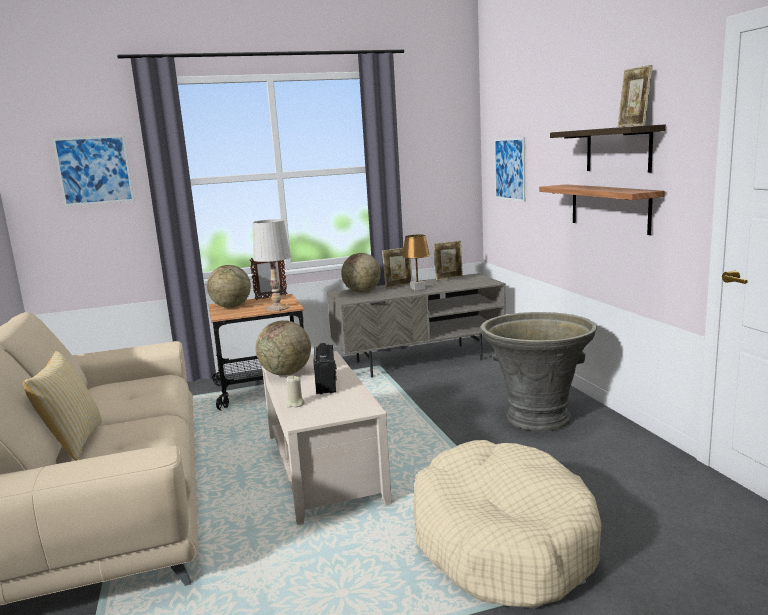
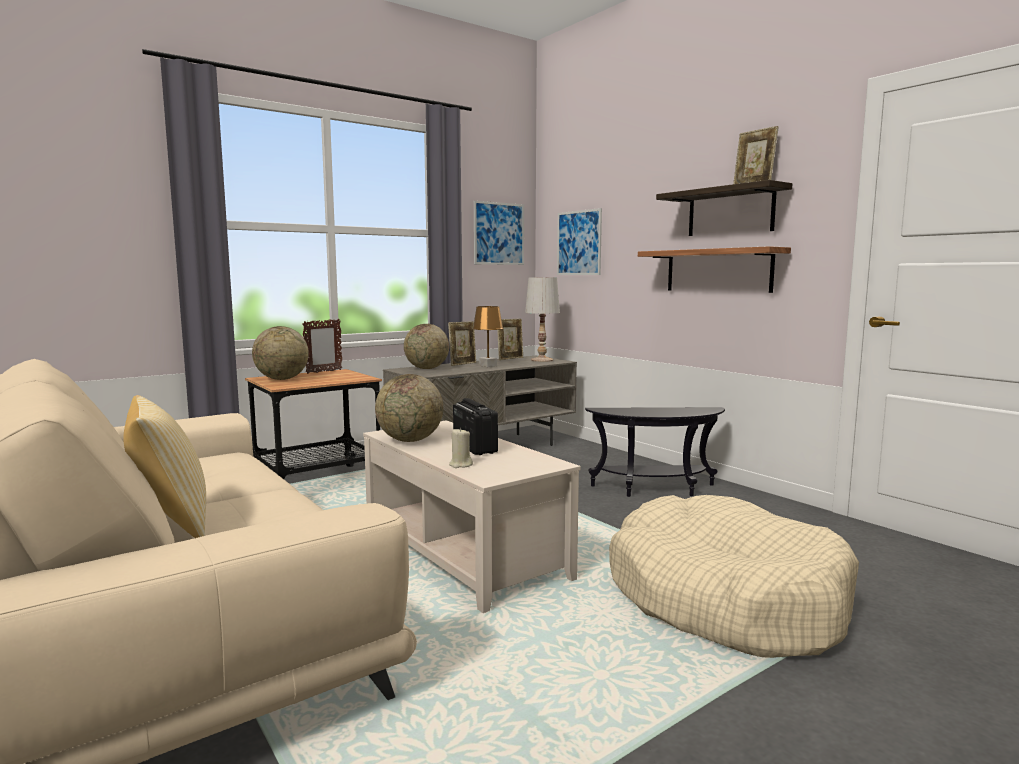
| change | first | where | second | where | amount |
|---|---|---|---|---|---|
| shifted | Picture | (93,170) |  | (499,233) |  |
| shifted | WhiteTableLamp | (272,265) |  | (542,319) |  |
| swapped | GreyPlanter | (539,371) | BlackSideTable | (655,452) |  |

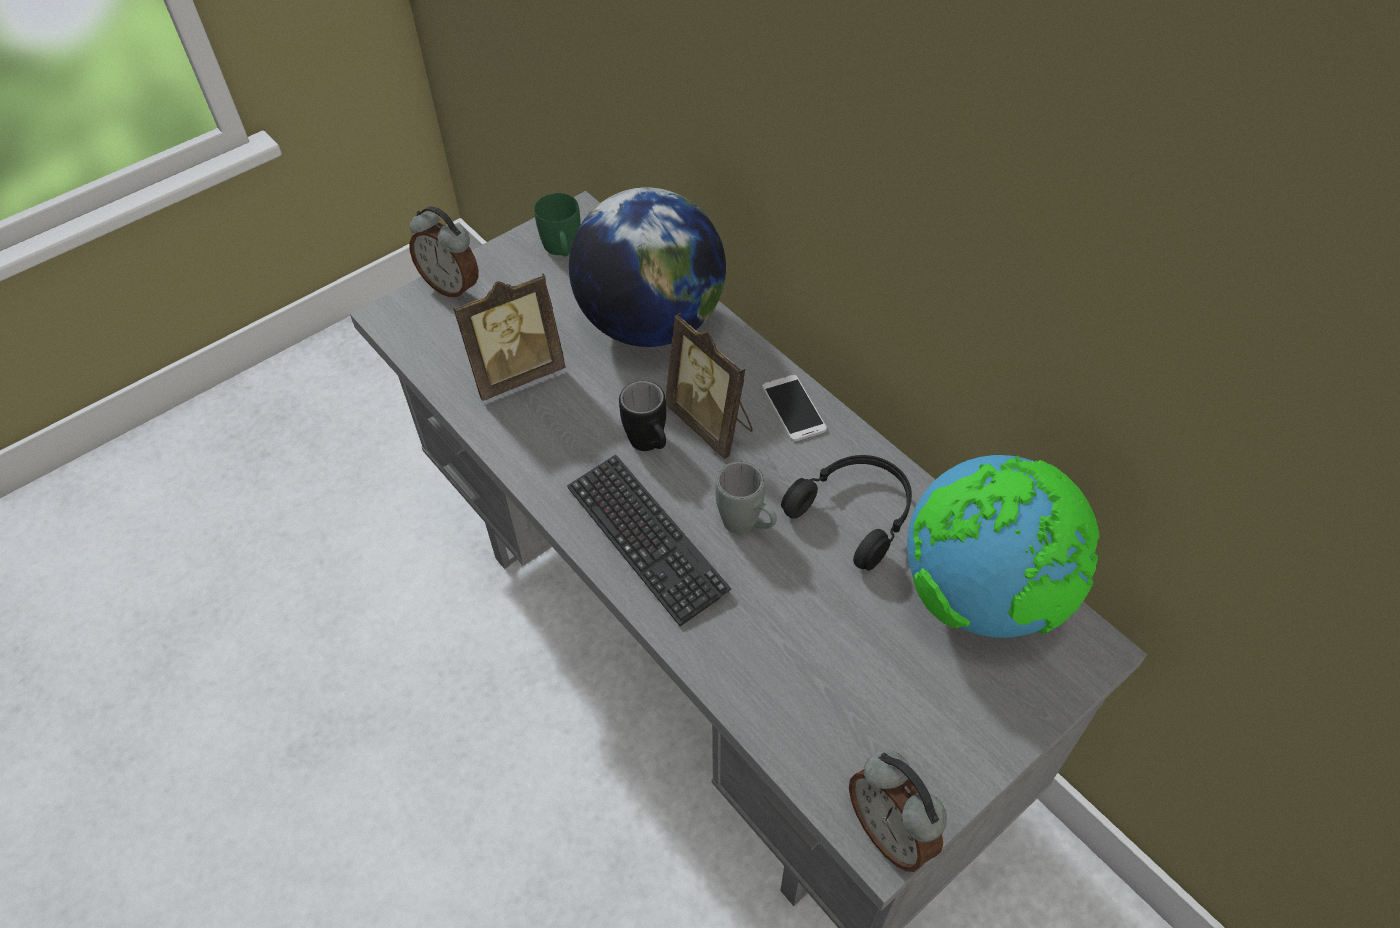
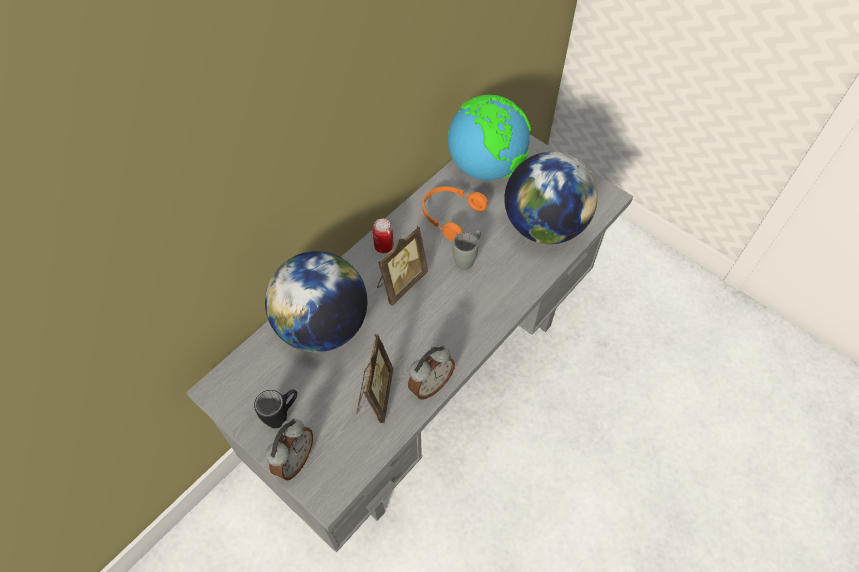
| change | first | where | second | where | amount |
|---|---|---|---|---|---|
| gone | GreenMug | (557,224) |  |  |  |
| gone | Keyboard | (649,540) |  |  |  |
| new |  |  | Globe | (551,198) |  |
| shifted | BlackMug | (642,416) |  | (275,408) |  |
| shifted | AlarmClock | (898,811) |  | (431,372) |  |
| swapped | Phone | (794,408) | Can | (383,236) |  |
| repainted | BlackHeadphones | (846,513) | OrangeHeadphones | (455,214) |  |
| rotated | PictureFrame | (509,337) |  | (374,378) | 45 degrees clockwise |

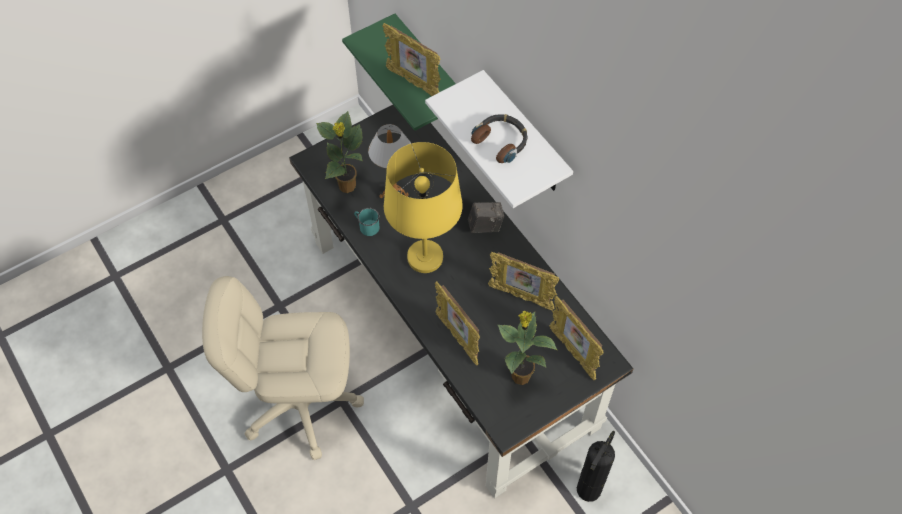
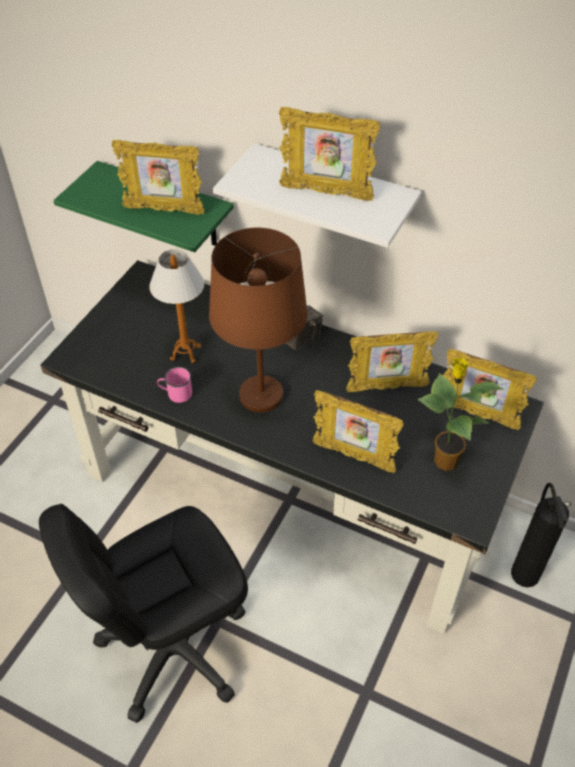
| change | first | where | second | where | amount |
|---|---|---|---|---|---|
| gone | PottedPlant | (339,152) |  |  |  |
| swapped | Headphones | (499,138) | PictureFrame | (329,154) |  |
| repainted | BeigeOfficeChair | (283,368) | BlackOfficeChair | (143,613) |  |
| repainted | TurquoiseMug | (366,222) | PinkMug | (174,385) |  |
| repainted | YellowTableLamp | (423,207) | BrownTableLamp | (258,320) |  |

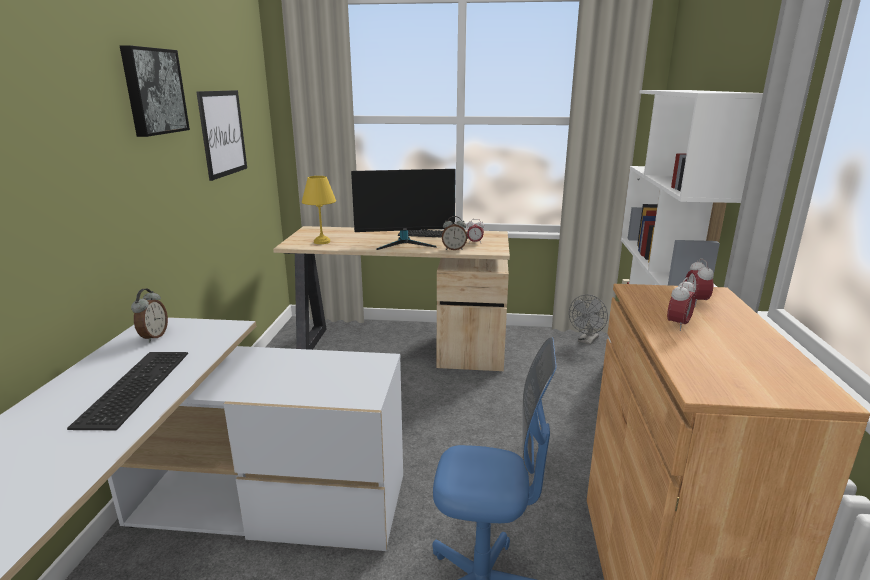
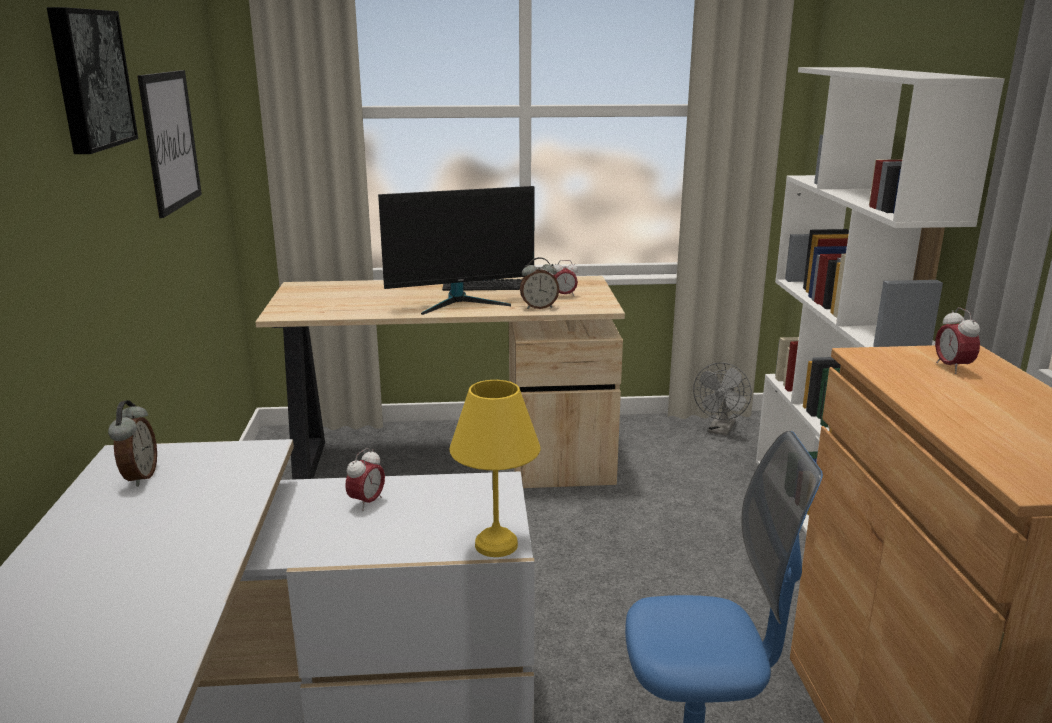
| change | first | where | second | where | amount |
|---|---|---|---|---|---|
| gone | Keyboard | (127,391) |  |  |  |
| shifted | YellowTableLamp | (319,210) |  | (495,468) |  |
| shifted | AlarmClock | (681,304) |  | (365,479) |  |

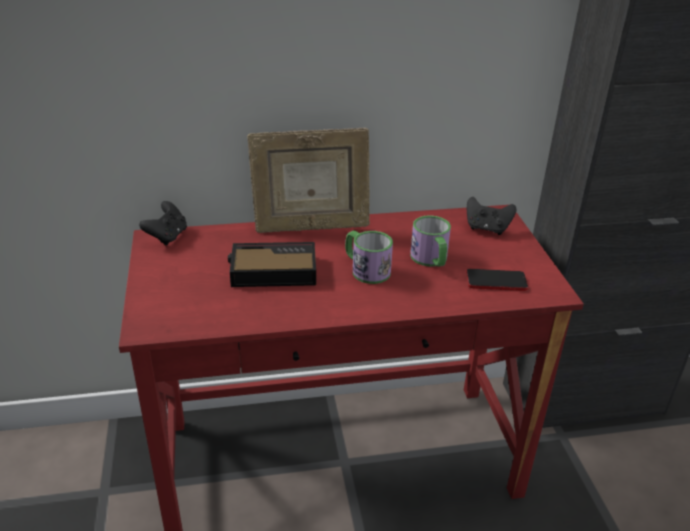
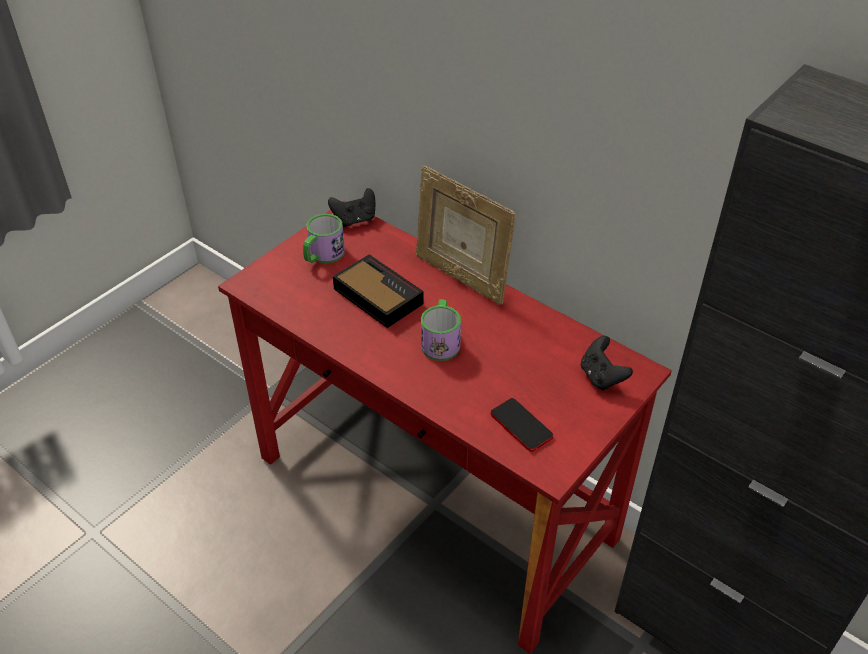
| change | first | where | second | where | amount |
|---|---|---|---|---|---|
| shifted | Mug | (430,241) |  | (324,238) |  |

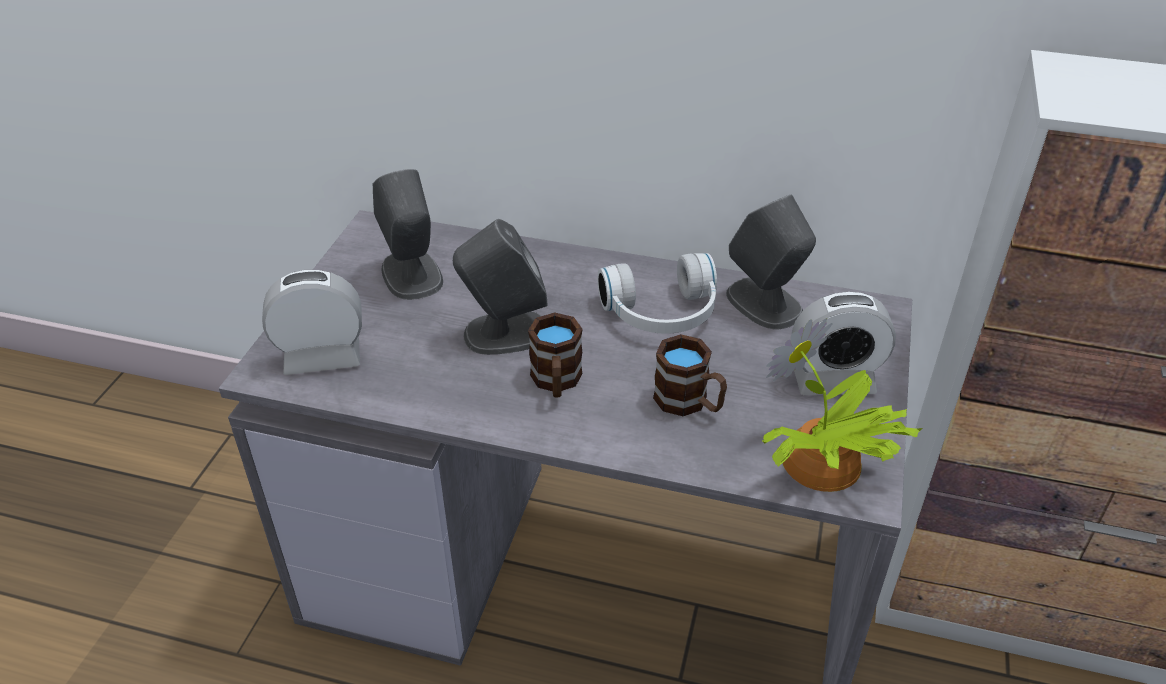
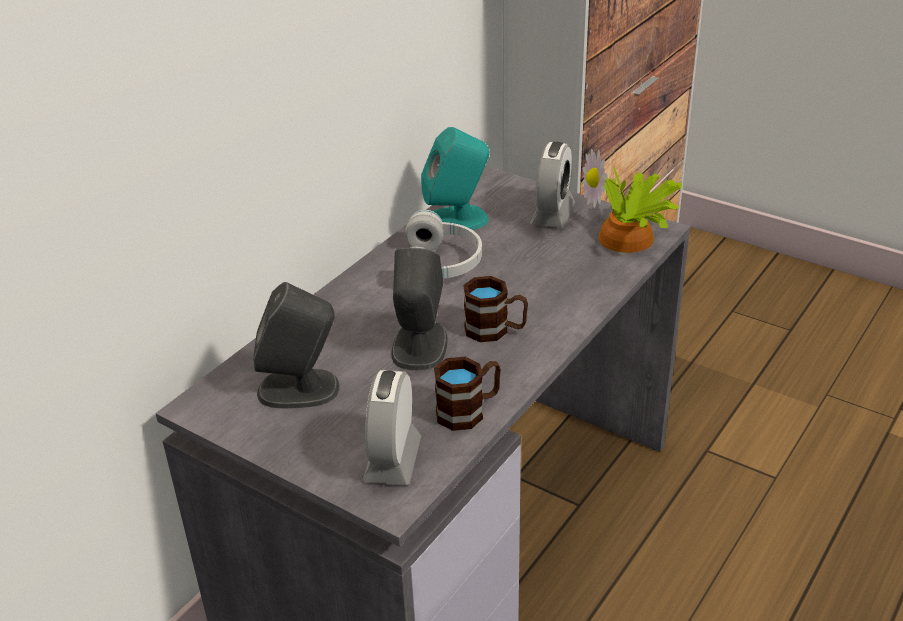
| change | first | where | second | where | amount |
|---|---|---|---|---|---|
| shifted | BrownMug | (690,375) |  | (467,394) |  |
| repainted | GreySpeaker | (771,261) | TurquoiseSpeaker | (455,178) |  |

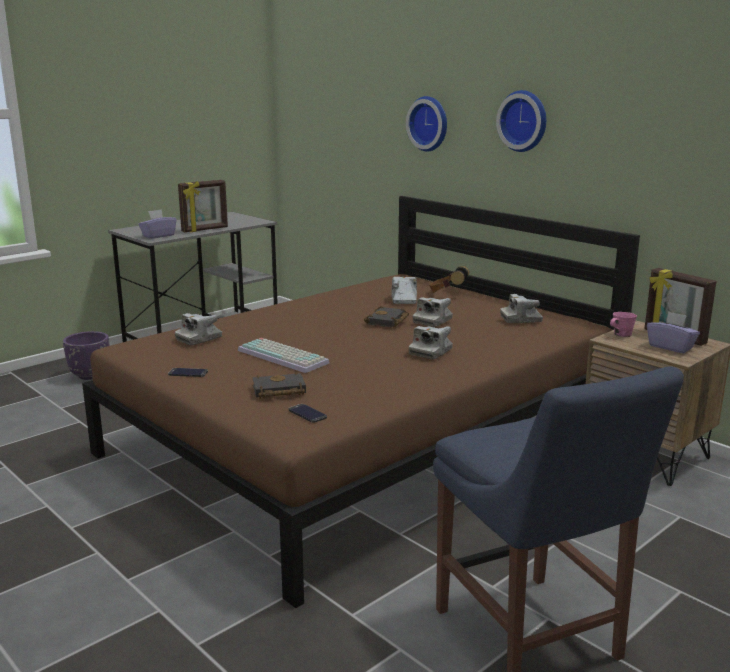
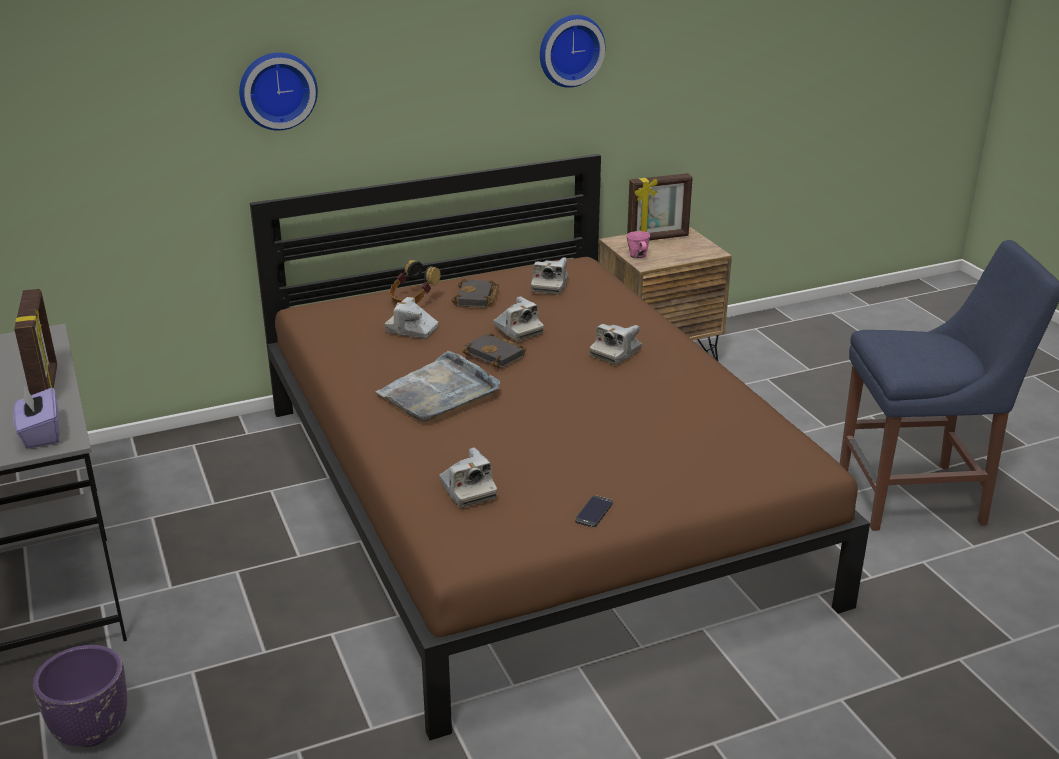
| change | first | where | second | where | amount |
|---|---|---|---|---|---|
| gone | Keyboard | (283,355) |  |  |  |
| gone | Phone | (308,413) |  |  |  |
| gone | PurpleTissueBox | (673,332) |  |  |  |
| new |  |  | GreyTray | (438,386) |  |
| shifted | BlackBook | (279,385) |  | (475,293) |  |
| shifted | WallClock | (521,121) |  | (572,51) |  |
| rotated | PhotoCamera | (431,343) |  | (616,344) | 75 degrees clockwise |

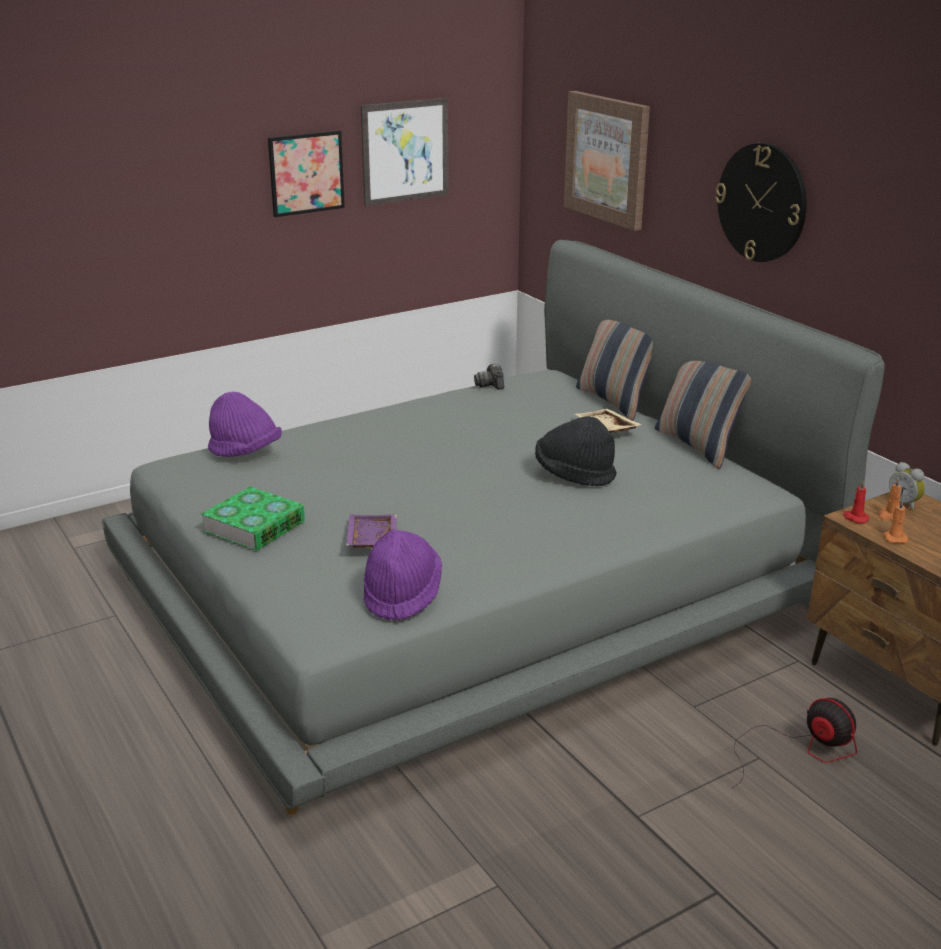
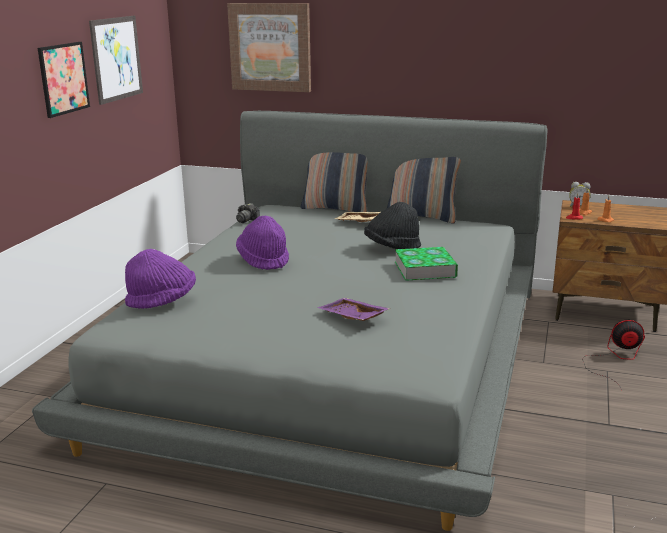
| change | first | where | second | where | amount |
|---|---|---|---|---|---|
| gone | WallClock | (761,202) |  |  |  |
| shifted | Book | (253,519) |  | (426,264) |  |
| shifted | PurpleHat | (403,575) |  | (262,243) |  |

